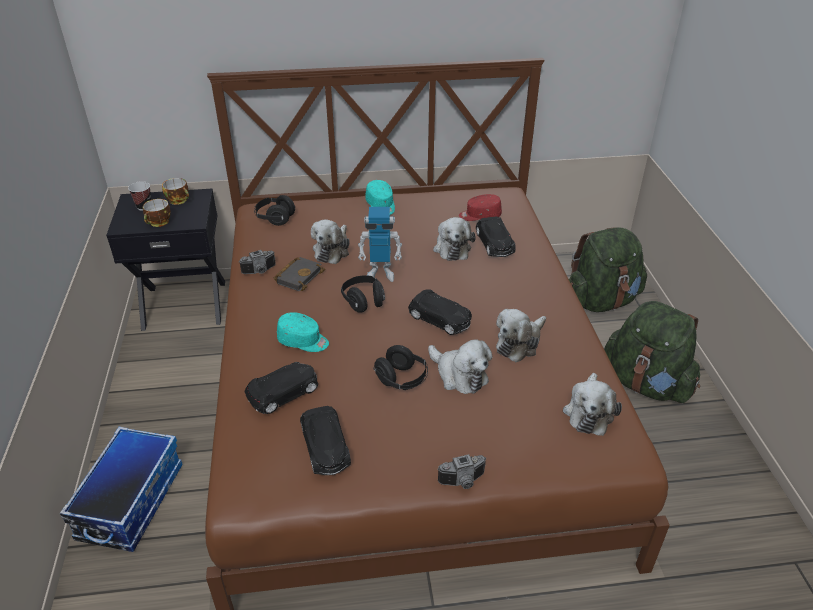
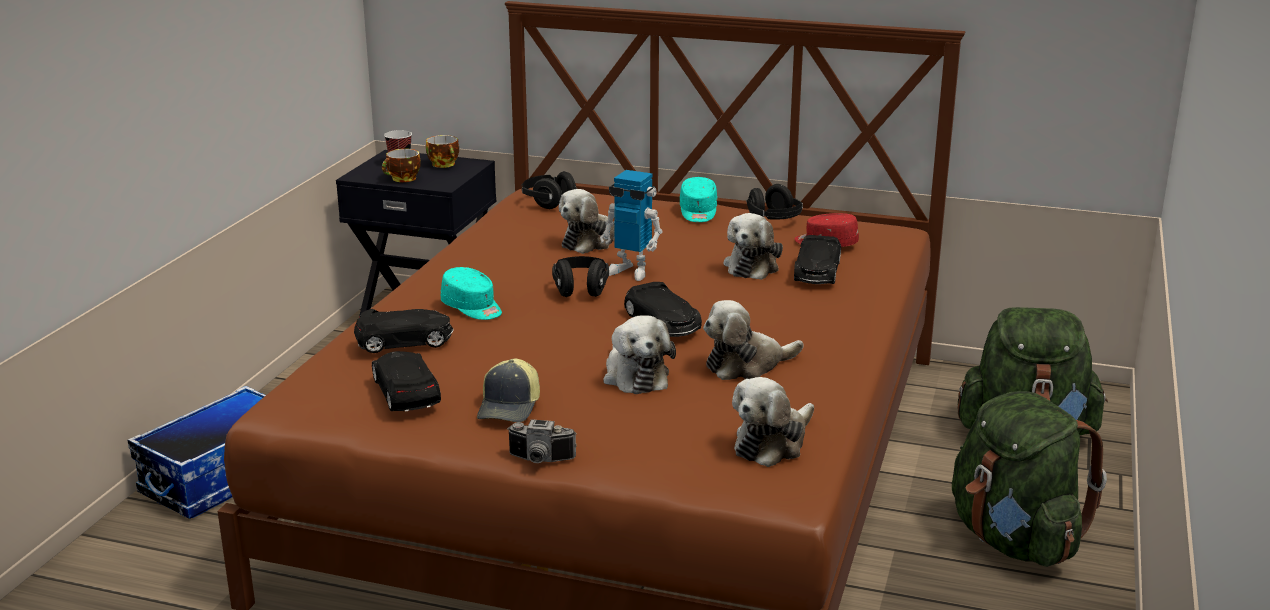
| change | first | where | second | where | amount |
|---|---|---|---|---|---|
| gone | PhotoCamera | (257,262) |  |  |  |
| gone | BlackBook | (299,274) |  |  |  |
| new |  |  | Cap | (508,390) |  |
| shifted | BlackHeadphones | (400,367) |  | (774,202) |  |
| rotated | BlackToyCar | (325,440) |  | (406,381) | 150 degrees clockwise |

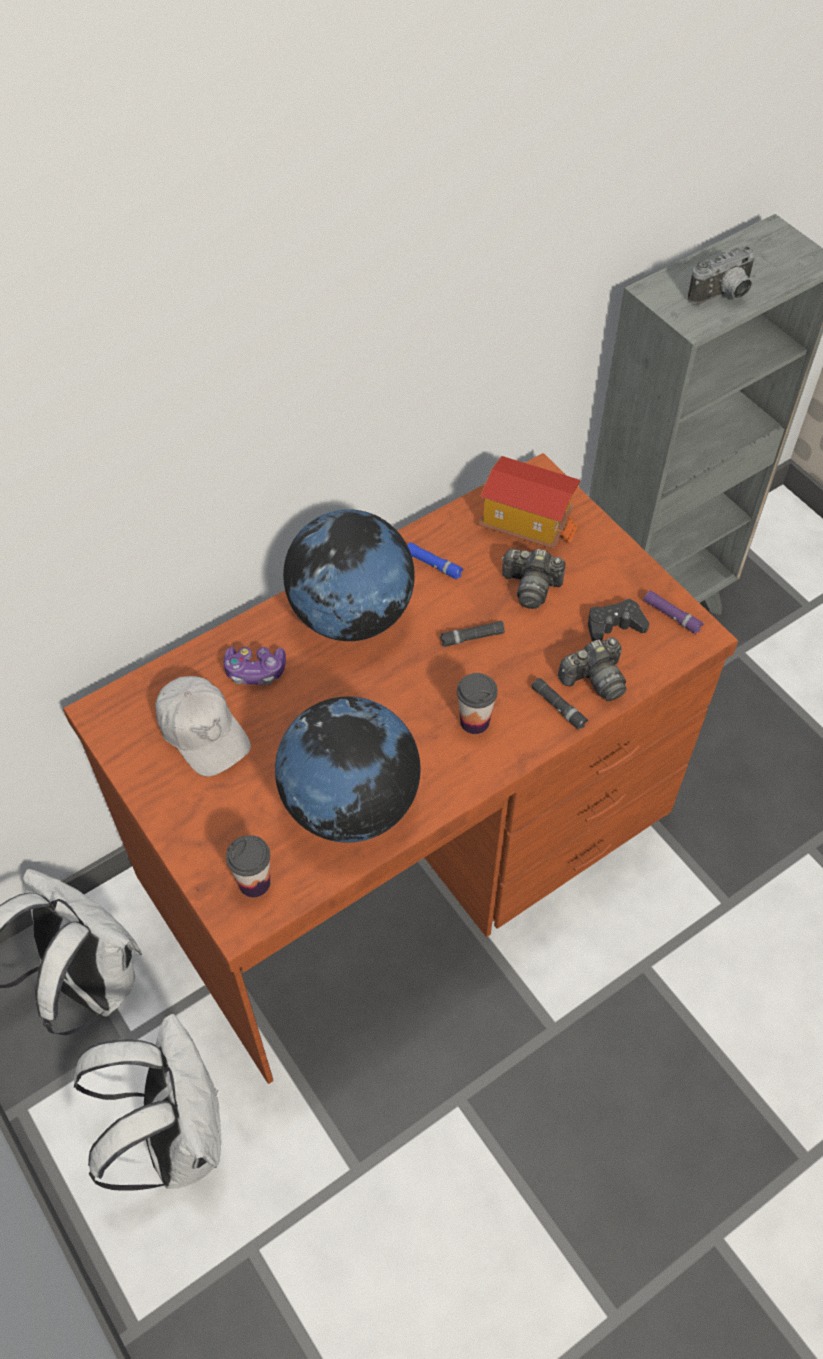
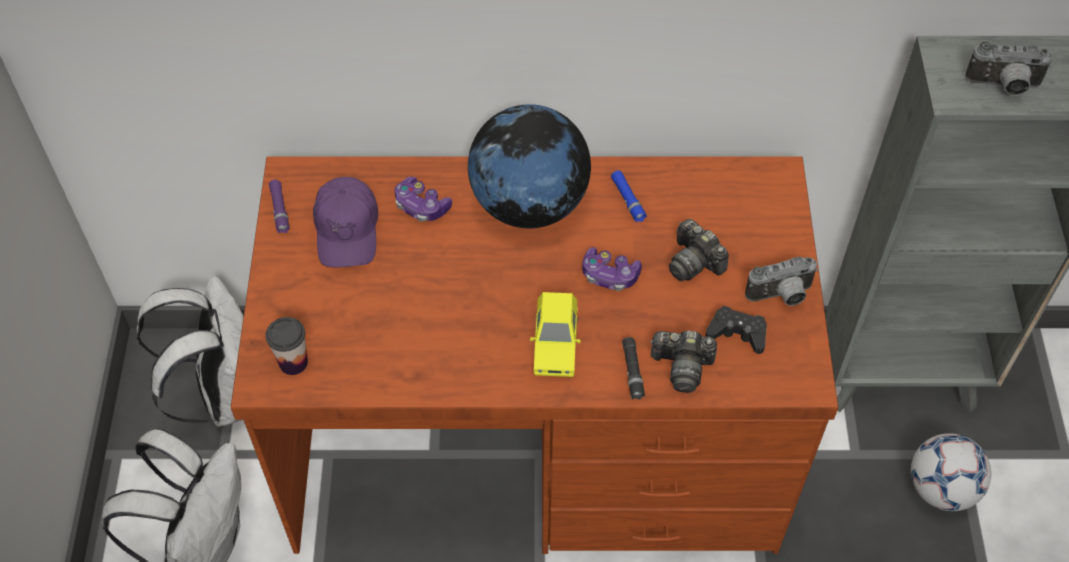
| change | first | where | second | where | amount |
|---|---|---|---|---|---|
| gone | Globe | (347,770) |  |  |  |
| gone | ToyHouse | (529,502) |  |  |  |
| new |  |  | PhotoCamera | (781,281) |  |
| new |  |  | Football | (951,472) |  |
| shifted | PurpleFlashlight | (673,612) |  | (279,206) |  |
| swapped | BlackFlashlight | (472,634) | GameController | (612,269) |  |
| swapped | Cup | (477,703) | YellowToyCar | (555,334) |  |
| repainted | WhiteCap | (203,726) | PurpleCap | (345,222) |  |

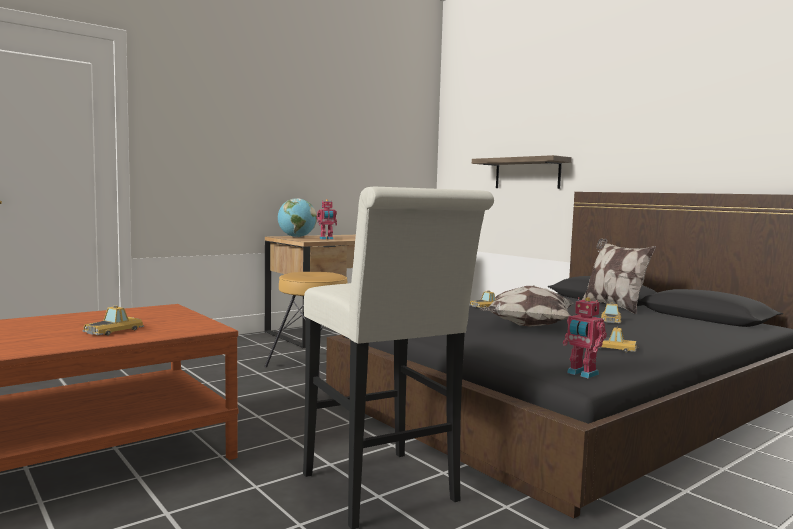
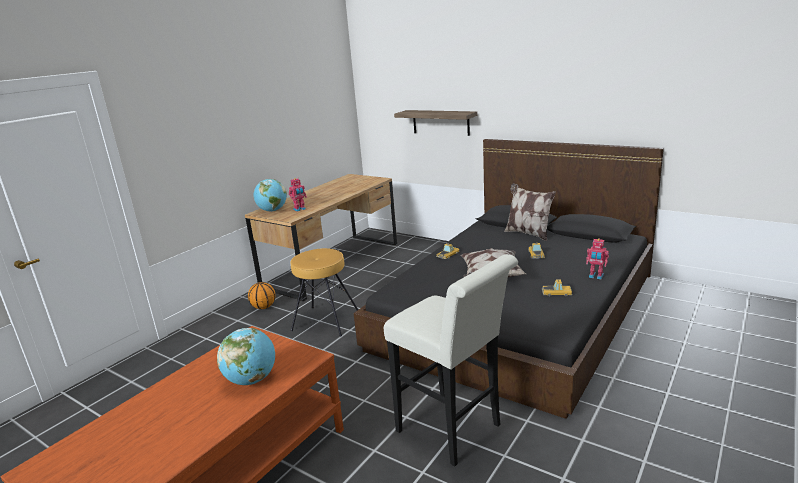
| change | first | where | second | where | amount |
|---|---|---|---|---|---|
| new |  |  | Basketball | (262,295) |  |
| shifted | ToyRobot | (585,338) |  | (597,259) |  |
| swapped | ToyCar | (113,320) | Globe | (246,356) |  |

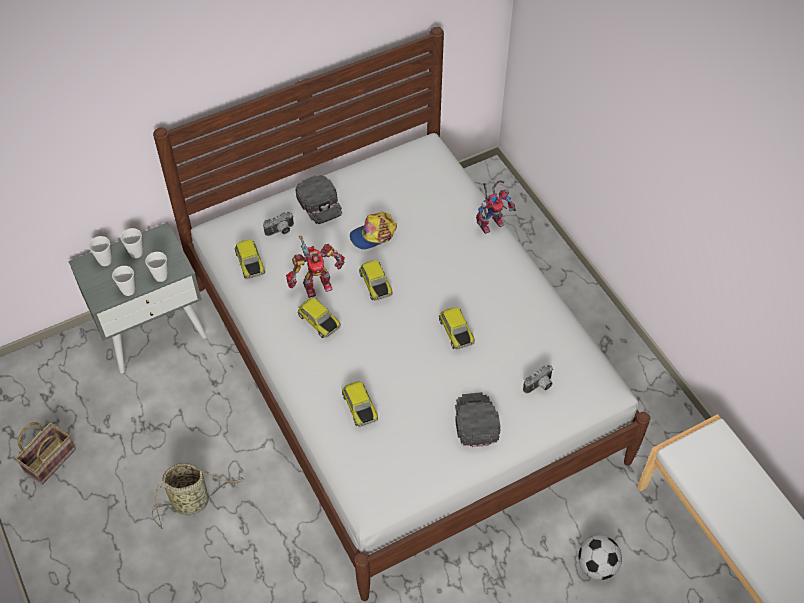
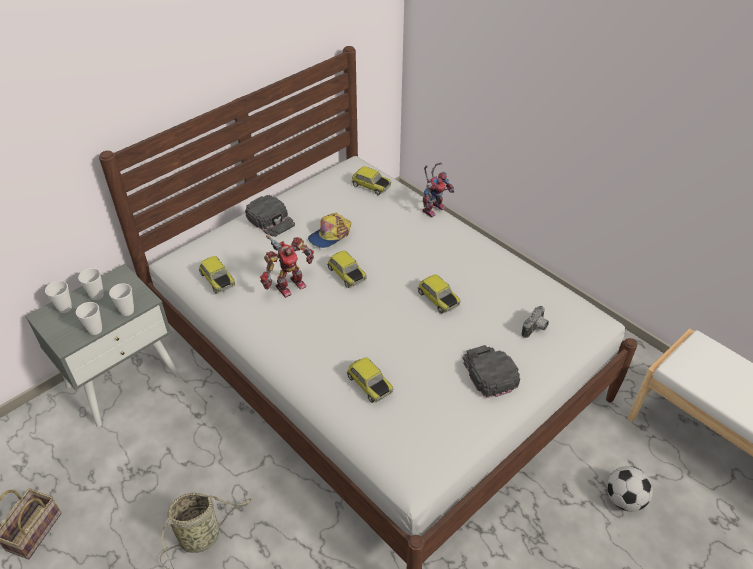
| change | first | where | second | where | amount |
|---|---|---|---|---|---|
| gone | PhotoCamera | (278,224) |  |  |  |
| shifted | ToyCar | (319,318) |  | (371,180) |  |

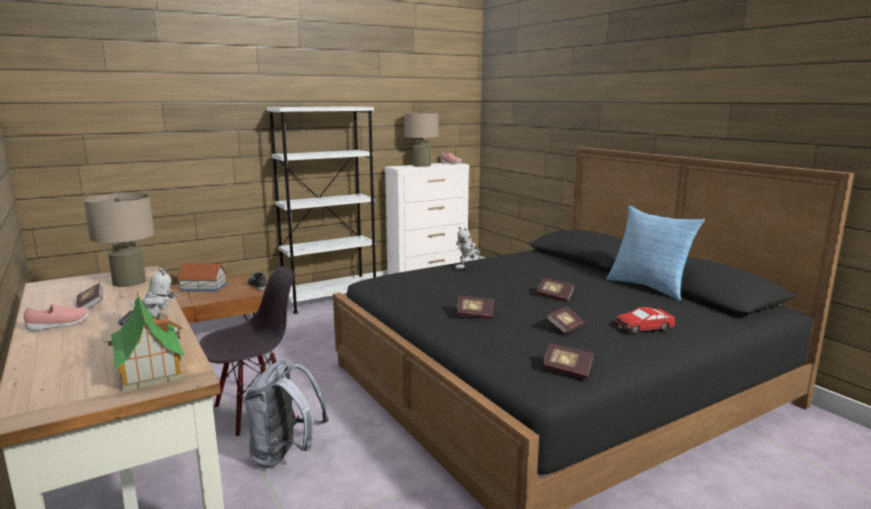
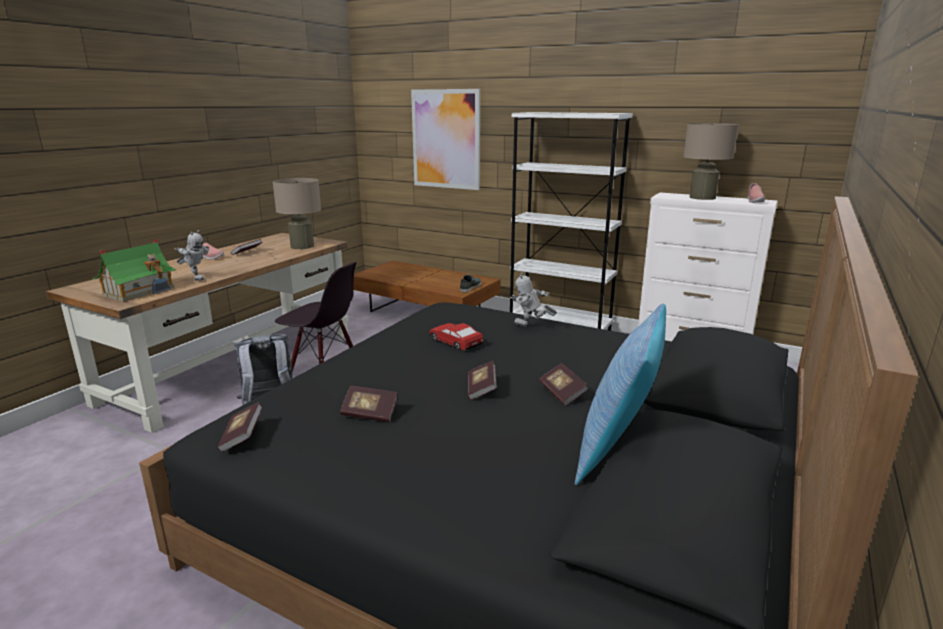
| change | first | where | second | where | amount |
|---|---|---|---|---|---|
| gone | ToyHouse | (202,277) |  |  |  |
| new |  |  | Picture | (445,139) |  |
| shifted | Book | (475,307) |  | (563,384) |  |
| shifted | ToyCar | (645,320) |  | (456,336) |  |

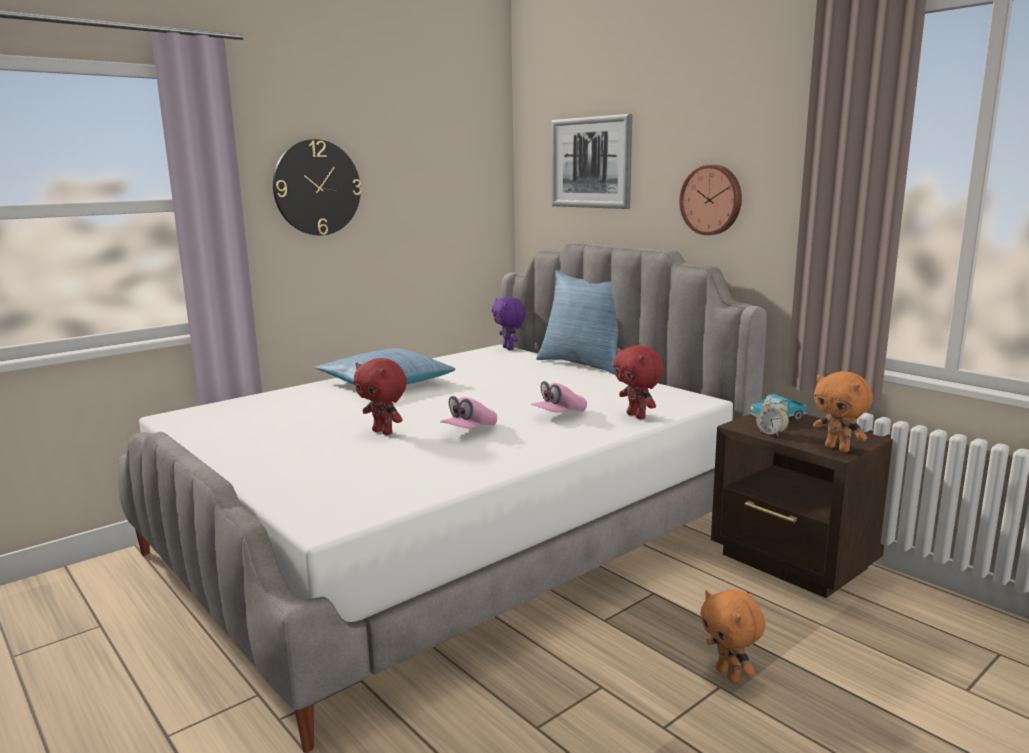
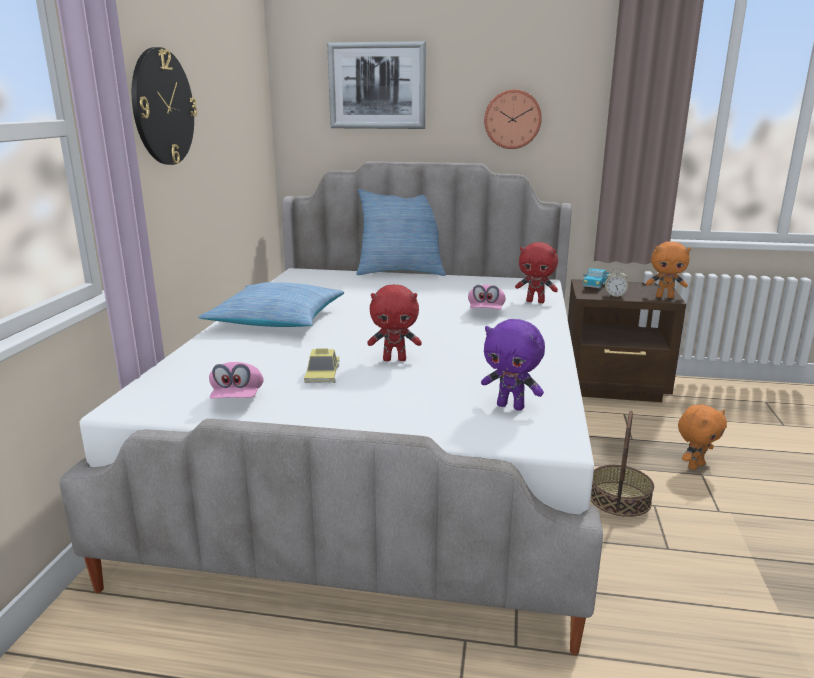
| change | first | where | second | where | amount |
|---|---|---|---|---|---|
| new |  |  | ToyCar | (322,365) |  |
| new |  |  | Basket | (622,464) |  |
| shifted | PinkCap | (468,412) |  | (236,380) |  |
| shifted | PurplePlushToy | (509,323) |  | (513,365) |  |
| rotated | OrangePlushToy | (733,636) |  | (702,437) | 60 degrees counterclockwise |

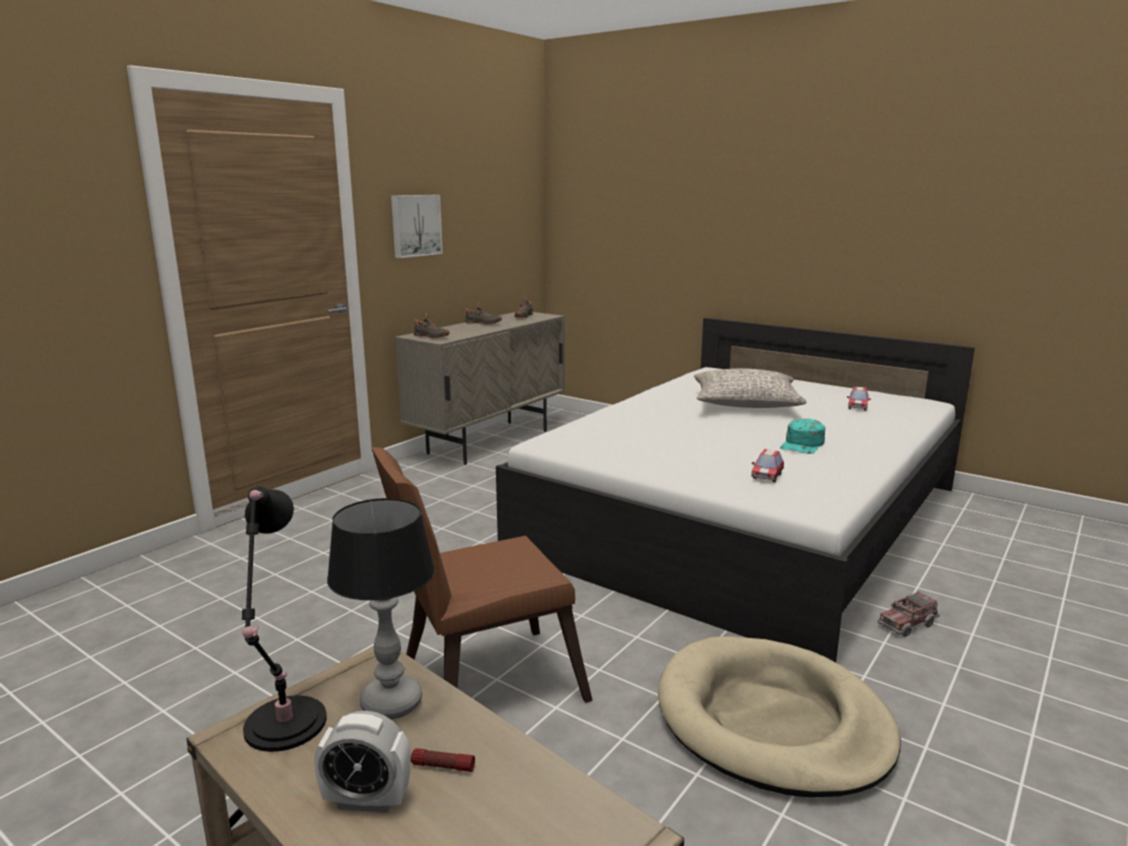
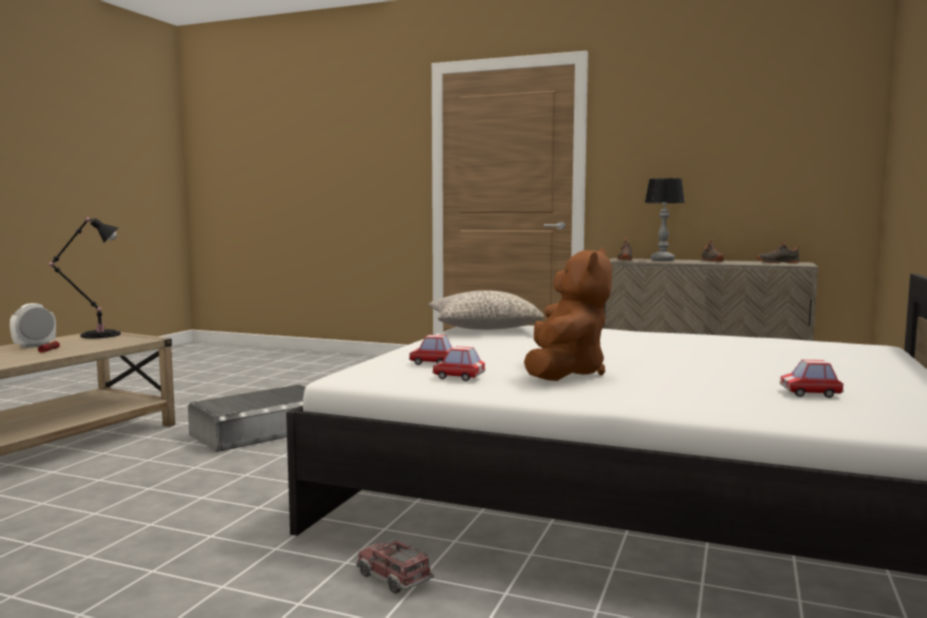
| change | first | where | second | where | amount |
|---|---|---|---|---|---|
| gone | Picture | (417,226) |  |  |  |
| gone | BeigeDogBed | (779,716) |  |  |  |
| new |  |  | ToyCar | (459,363) |  |
| shifted | TableLamp | (381,608) |  | (665,219) |  |
| shifted | GreyPillow | (750,388) |  | (486,310) |  |
| swapped | BrownChair | (482,575) | GreyStorageBox | (247,418) |  |
| swapped | TurquoiseCap | (802,436) | BrownPlushToy | (568,314) |  |
| rotated | AlarmClock | (362,762) |  | (33,325) | 45 degrees clockwise |

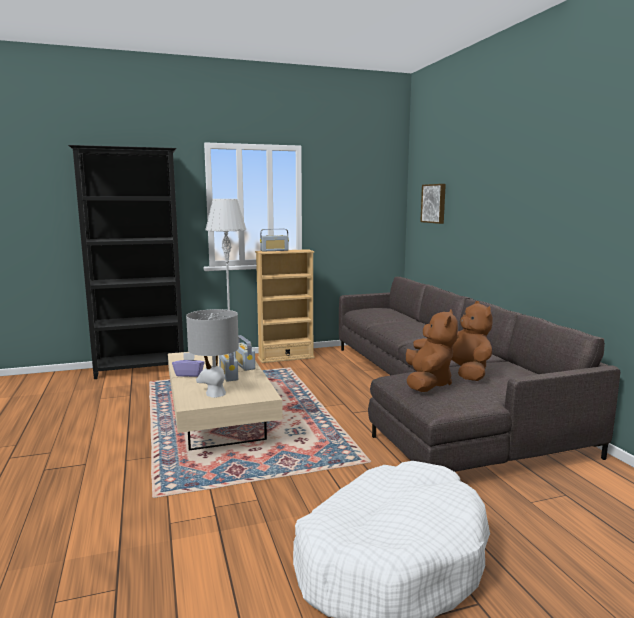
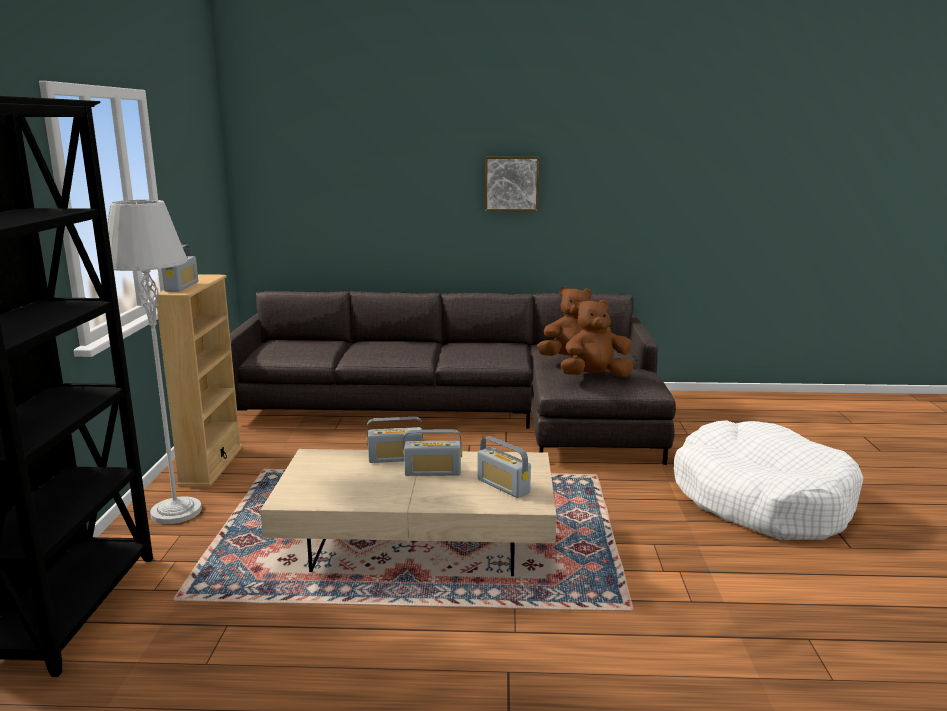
| change | first | where | second | where | amount |
|---|---|---|---|---|---|
| gone | PurpleTissueBox | (188,364) |  |  |  |
| shifted | Picture | (433,204) |  | (512,184) |  |
| swapped | GreyTableLamp | (212,353) | Radio | (504,467) |  |
| rotated | BrownPlushToy | (432,350) |  | (597,338) | 45 degrees counterclockwise |

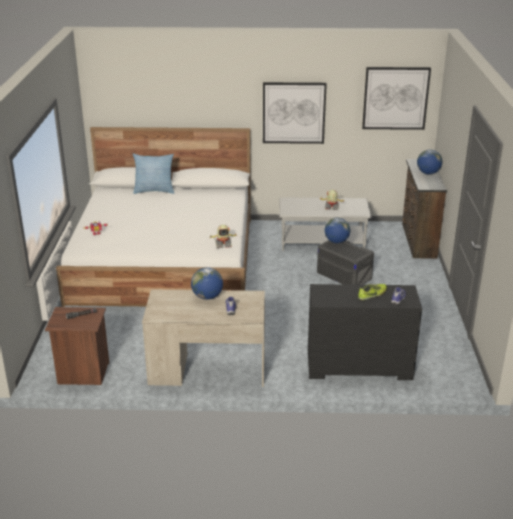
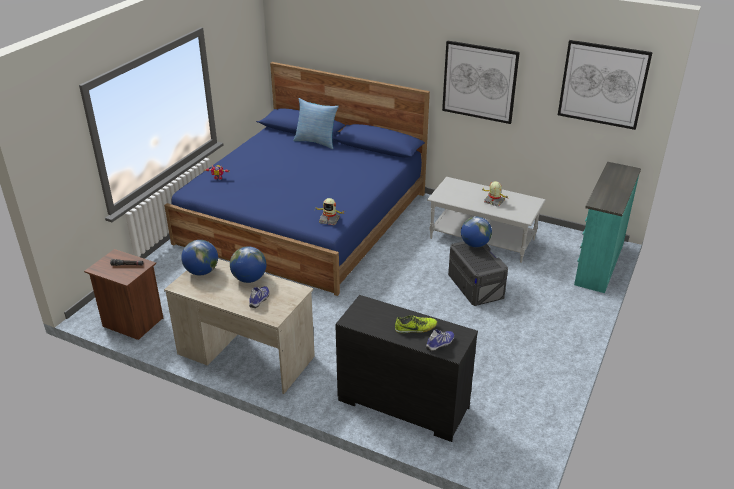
| change | first | where | second | where | amount |
|---|---|---|---|---|---|
| shifted | Globe | (429,162) |  | (199,257) |  |
| repainted | WhiteBed | (153,217) | BlueBed | (297,179) |  |
| repainted | BrownDresser | (424,209) | TurquoiseDresser | (607,227) |  |

